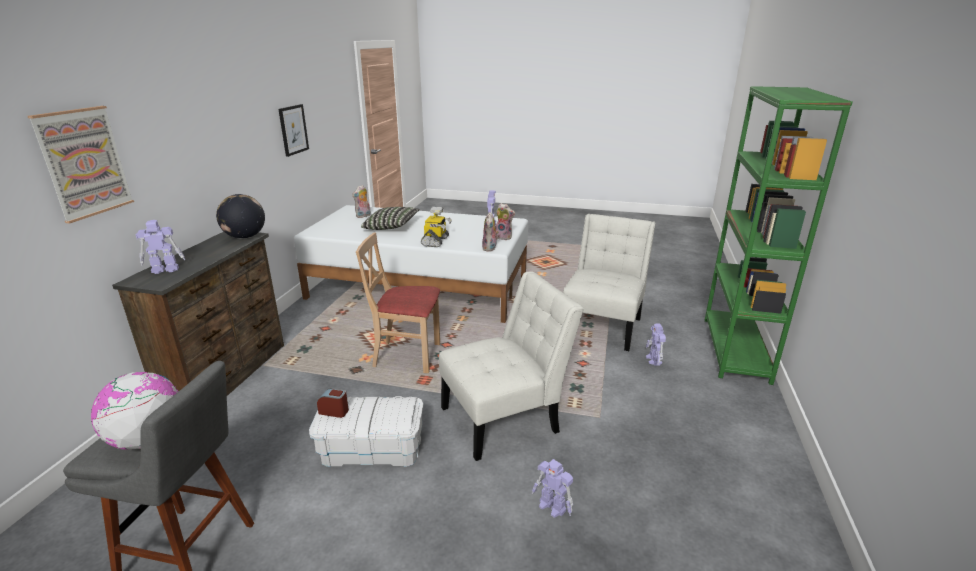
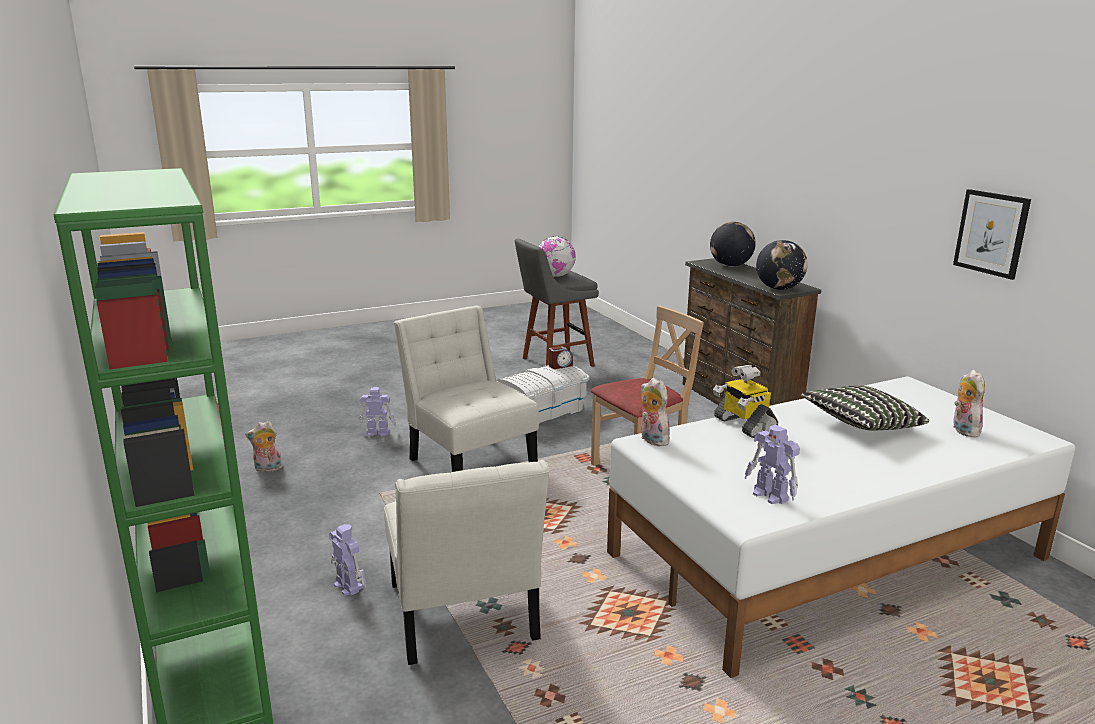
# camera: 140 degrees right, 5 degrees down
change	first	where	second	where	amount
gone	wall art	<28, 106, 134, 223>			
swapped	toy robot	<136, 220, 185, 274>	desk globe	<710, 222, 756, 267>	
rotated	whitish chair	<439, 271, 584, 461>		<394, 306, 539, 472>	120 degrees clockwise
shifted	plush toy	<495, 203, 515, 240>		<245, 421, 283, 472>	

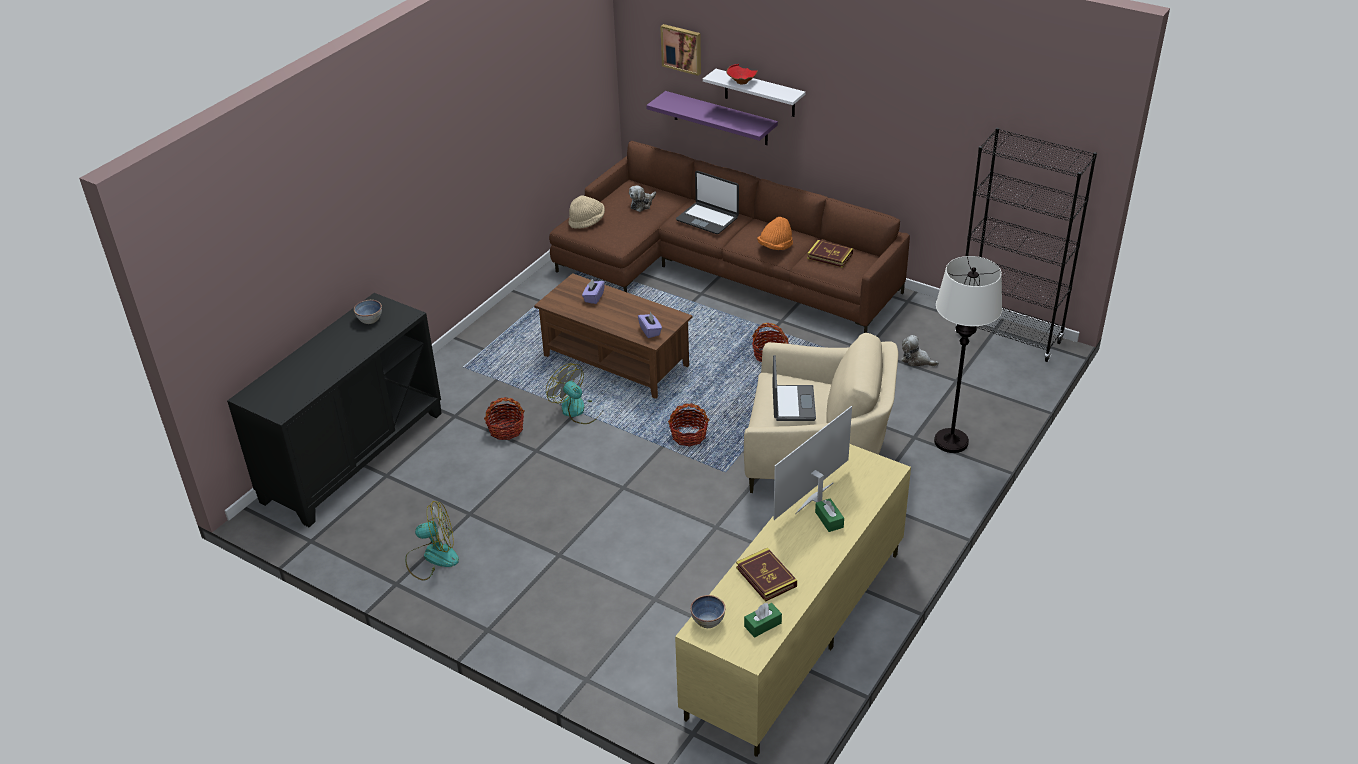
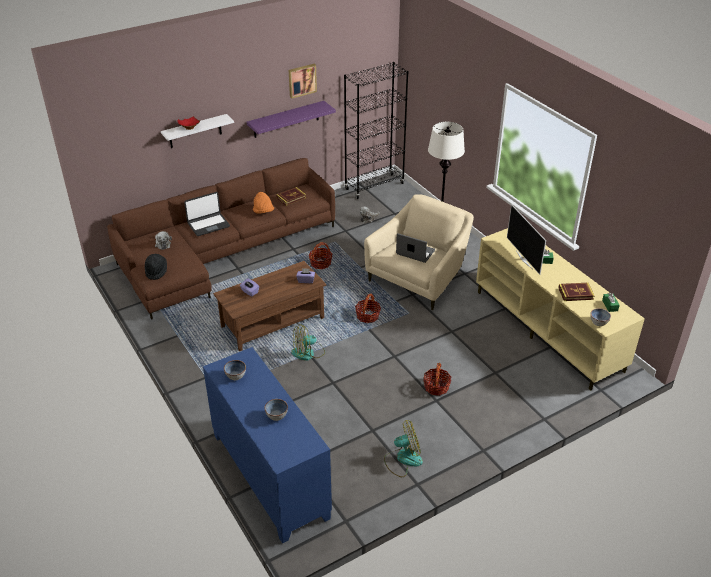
# camera: 65 degrees left, 0 degrees up
change	first	where	second	where	amount
repainted	black-coloured storage cabinet	<227, 293, 442, 527>	blue-coloured storage cabinet	<203, 347, 332, 544>	
rotated	electric fan	<405, 501, 459, 581>		<384, 420, 423, 477>	60 degrees clockwise
shifted	household basket	<484, 397, 525, 440>		<423, 363, 451, 396>	
repainted	beige-coloured clothing hat	<568, 196, 605, 229>	black-coloured clothing hat	<145, 254, 167, 280>	
shifted	purplish bracket shelf	<646, 91, 778, 145>		<247, 101, 336, 138>	
shifted	wall art	<660, 24, 701, 76>		<289, 64, 317, 99>	
new			serving bowl	<265, 399, 288, 421>	

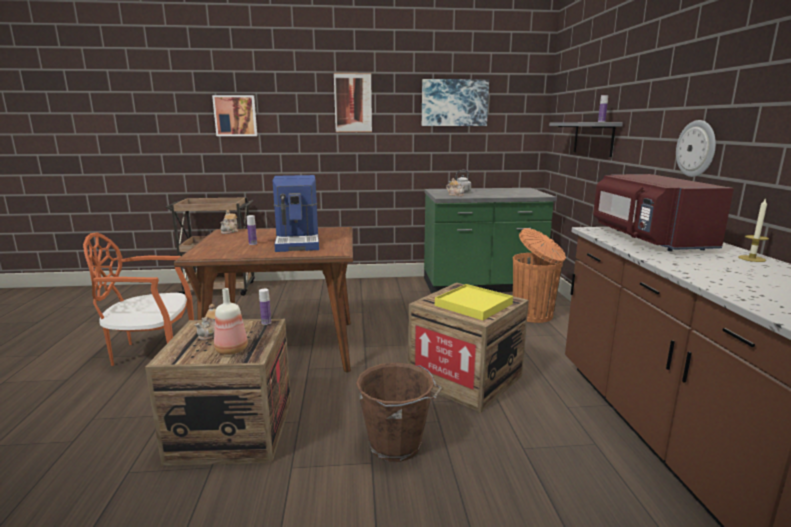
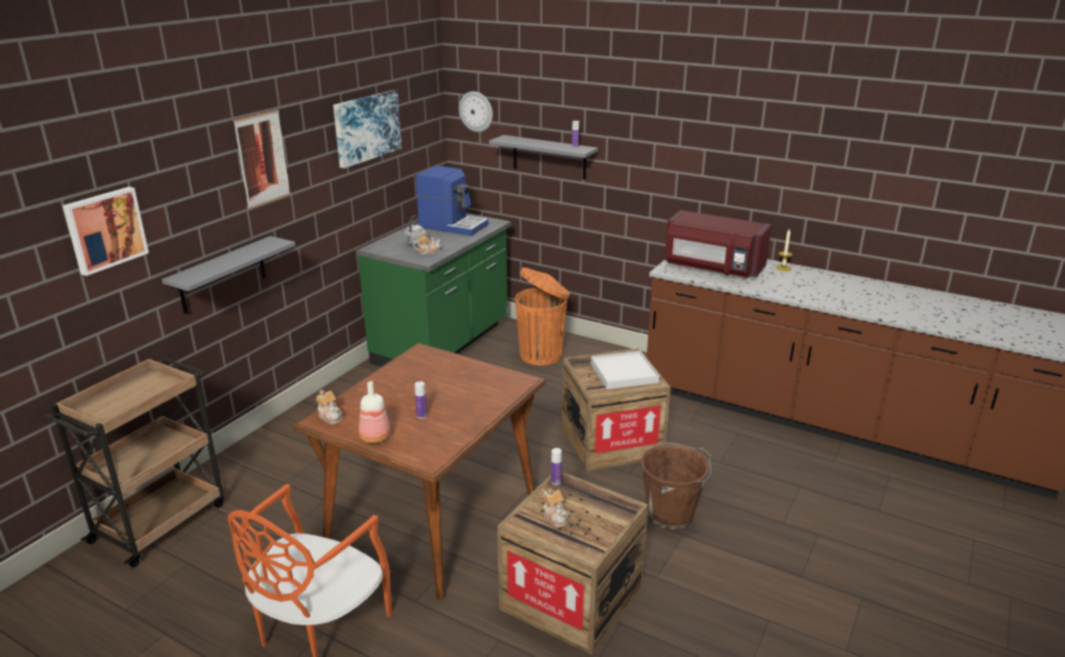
# camera: 55 degrees left, 10 degrees up
change	first	where	second	where	amount
shifted	drink bottle	<214, 288, 248, 355>		<359, 381, 391, 444>	
shifted	coffee machine	<272, 175, 319, 252>		<416, 166, 488, 236>	
repainted	yellowish tray	<435, 284, 513, 320>	whitish tray	<591, 351, 659, 389>	
shifted	wall clock	<676, 120, 716, 177>		<459, 91, 493, 132>	
new			gray bracket shelf	<162, 236, 295, 314>	

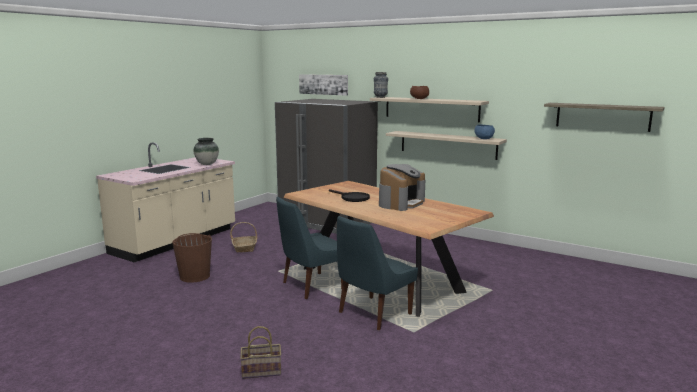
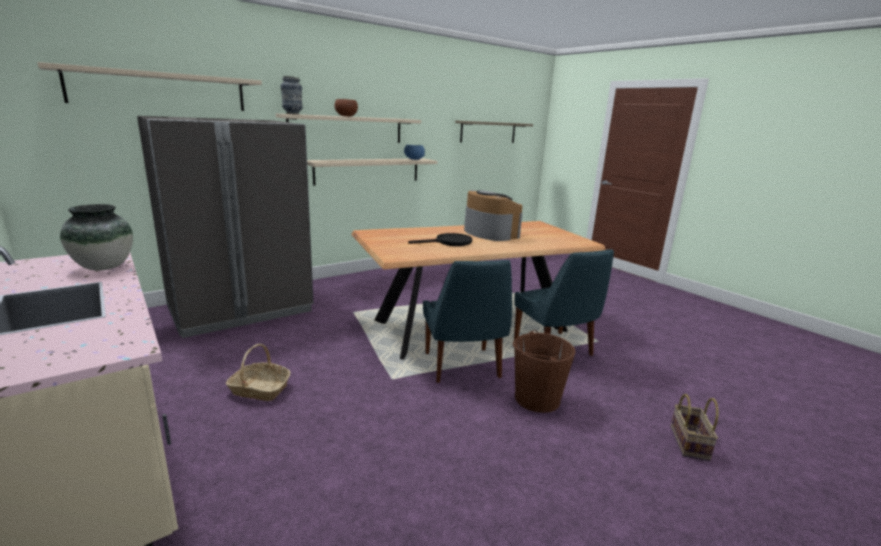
# camera: 70 degrees left, 5 degrees up
change	first	where	second	where	amount
shifted	brown water bucket	<172, 233, 212, 283>		<513, 330, 576, 413>	
swapped	wall art	<299, 74, 348, 96>	beige-coloured bracket shelf	<37, 62, 262, 111>	

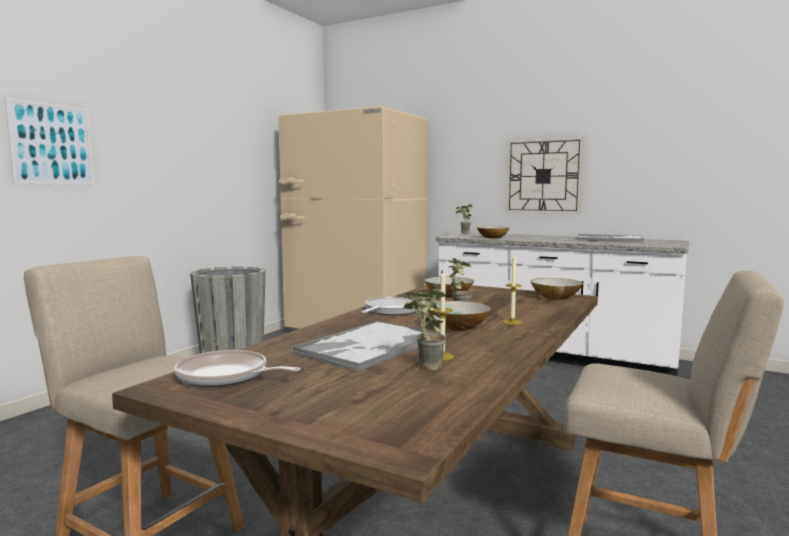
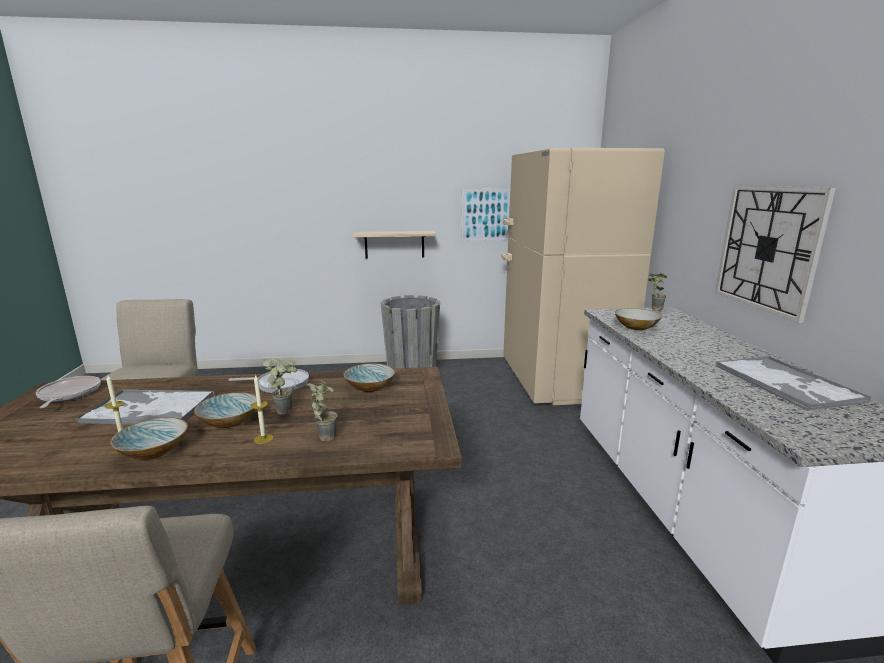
# camera: 55 degrees right, 10 degrees up
change	first	where	second	where	amount
shifted	wall art	<5, 97, 94, 185>		<461, 189, 510, 241>	
shifted	potted plant	<404, 289, 446, 371>		<306, 380, 337, 441>	
shifted	serving bowl	<530, 278, 583, 300>		<110, 417, 188, 460>	
new			bracket shelf	<353, 231, 436, 258>	

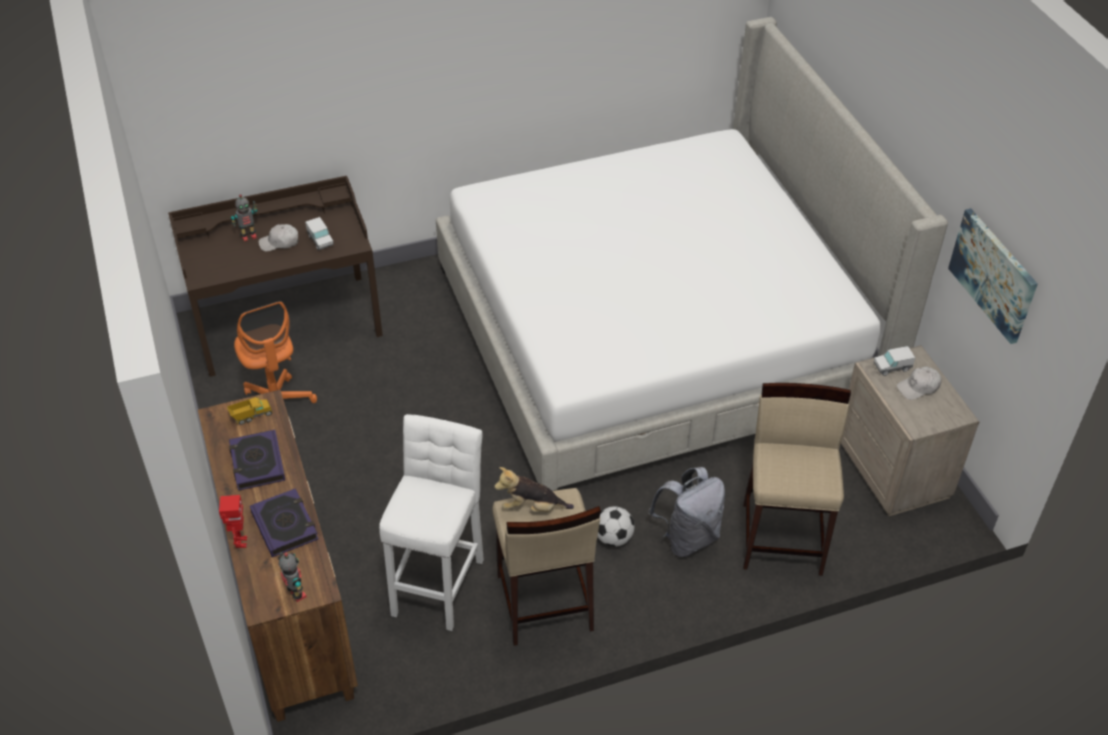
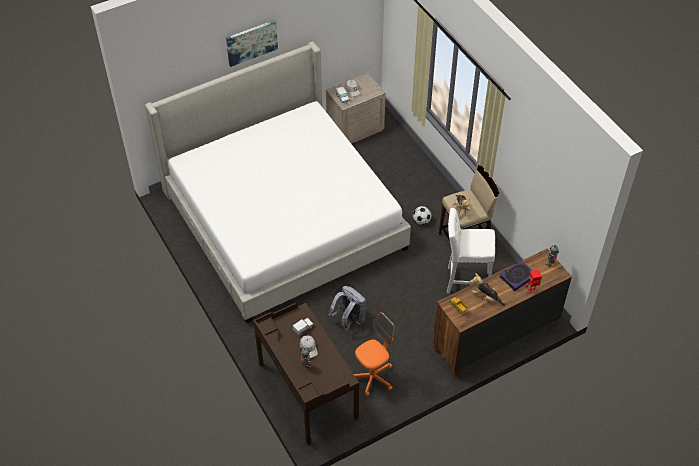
# camera: 100 degrees left, 5 degrees up
change	first	where	second	where	amount
swapped	book	<229, 430, 285, 491>	plush toy	<470, 273, 505, 306>	
shifted	gray backpack	<648, 467, 725, 557>		<328, 286, 366, 331>	
gone	beige-coloured stool	<743, 383, 851, 576>			
shifted	wall art	<948, 208, 1038, 344>		<226, 20, 278, 67>	

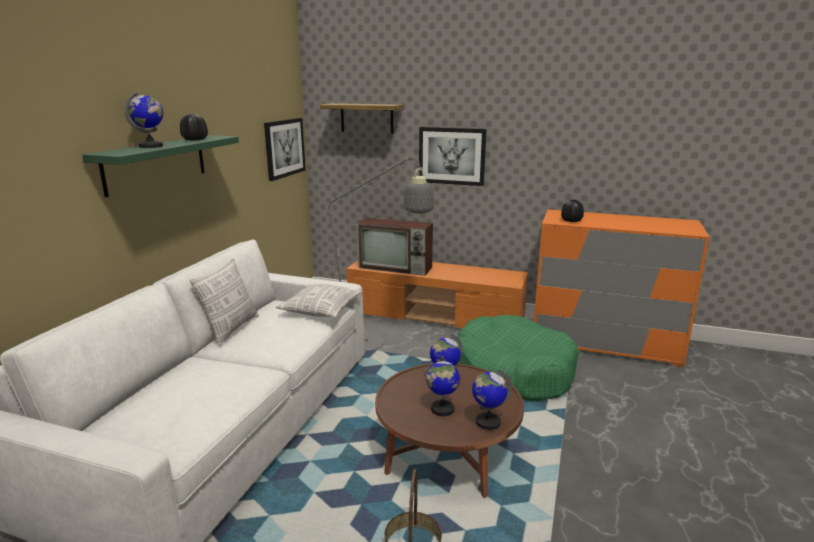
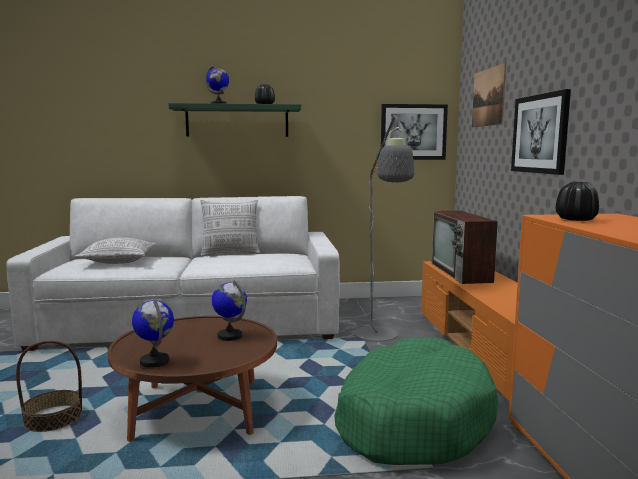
# camera: 65 degrees right, 10 degrees down
change	first	where	second	where	amount
shifted	throw pillow	<276, 284, 362, 317>		<75, 238, 156, 264>	
swapped	bracket shelf	<320, 103, 403, 134>	wall art	<472, 63, 506, 128>	
gone	desk globe	<426, 355, 460, 416>			

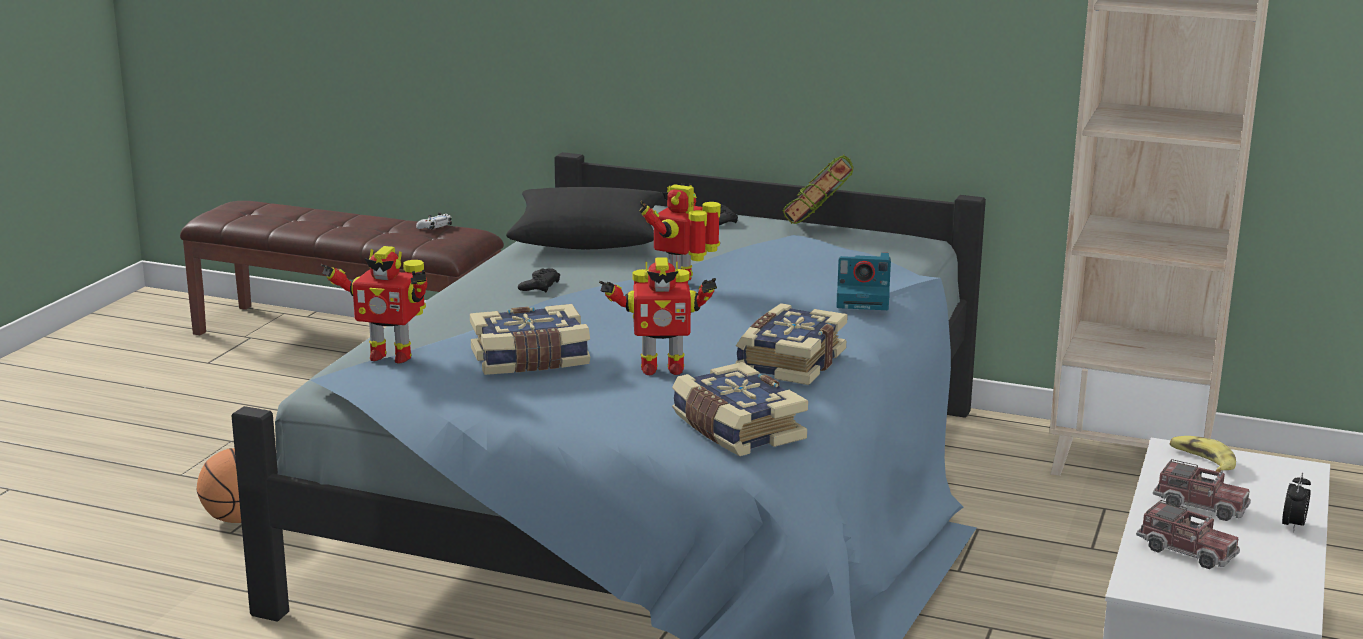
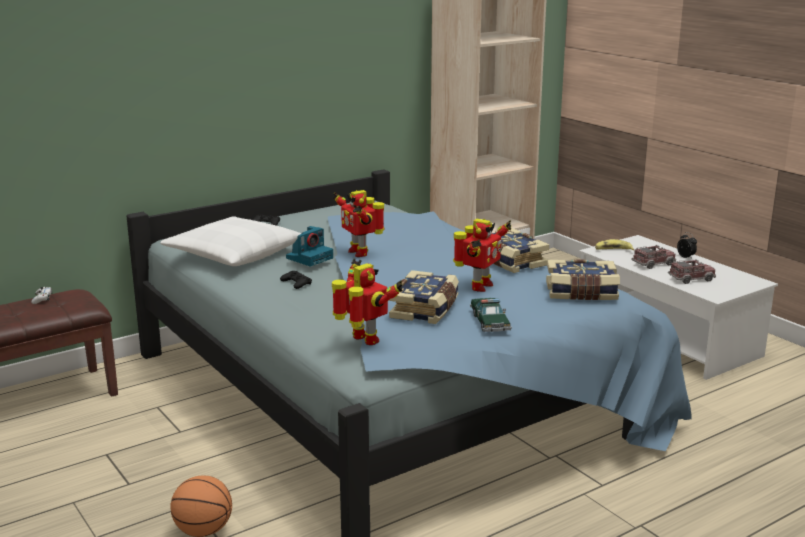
# camera: 55 degrees left, 0 degrees up
change	first	where	second	where	amount
rotated	toy robot	<321, 246, 427, 363>		<332, 259, 403, 345>	90 degrees counterclockwise
repainted	black-coloured throw pillow	<506, 187, 663, 249>	whitish throw pillow	<160, 216, 302, 266>	
gone	book	<782, 155, 853, 224>			
shifted	still camera	<836, 253, 891, 310>		<286, 226, 333, 266>	
new			miniature car	<470, 298, 512, 332>	

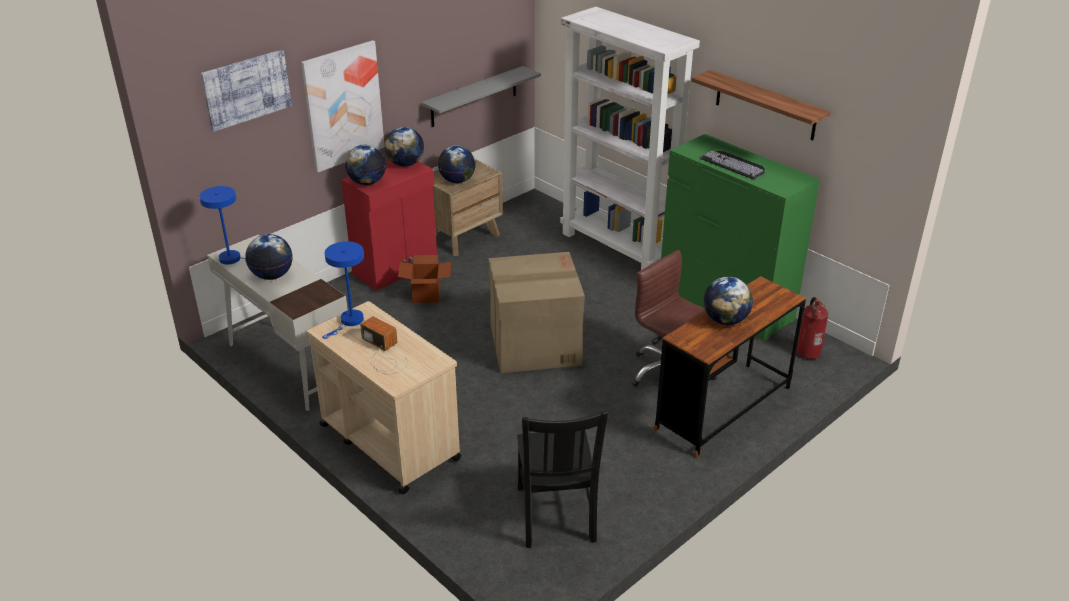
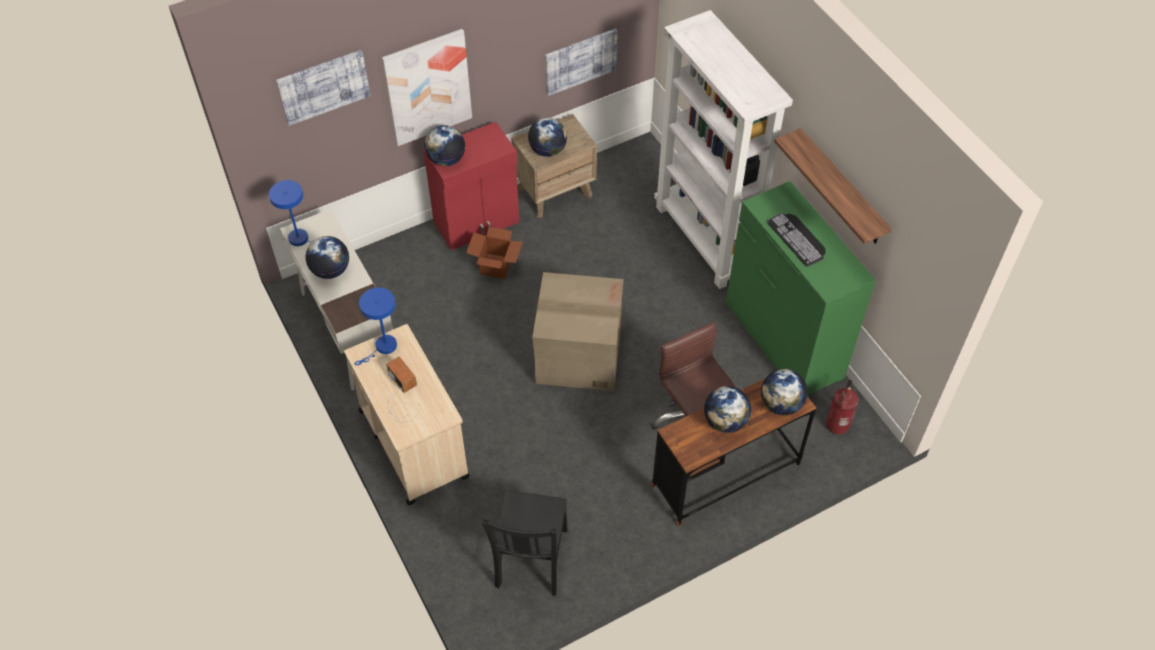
# camera: 15 degrees right, 20 degrees up
change	first	where	second	where	amount
shifted	desk globe	<385, 127, 424, 167>		<761, 369, 808, 415>	
swapped	gray bracket shelf	<421, 66, 541, 127>	wall art	<545, 28, 617, 96>	

